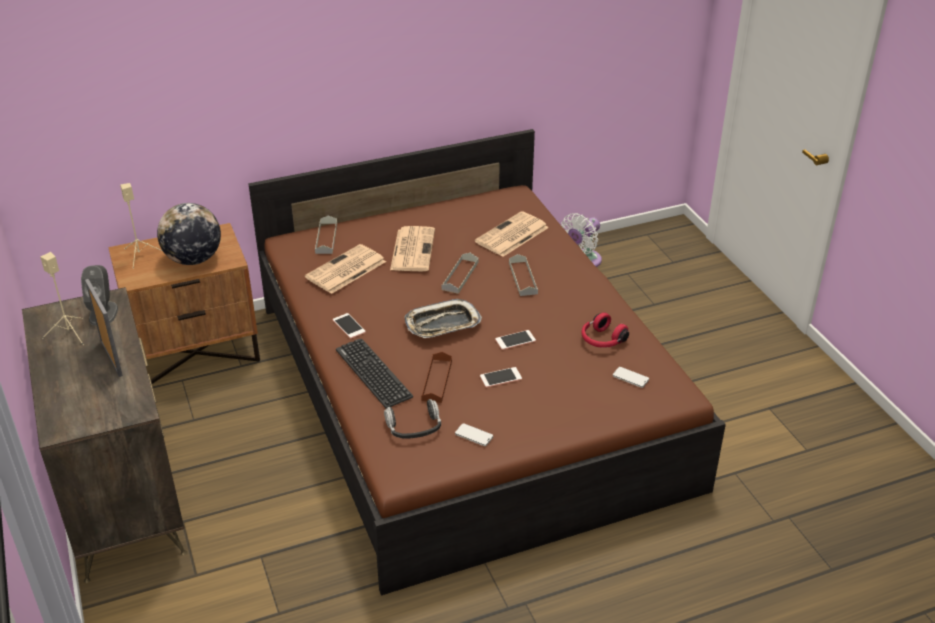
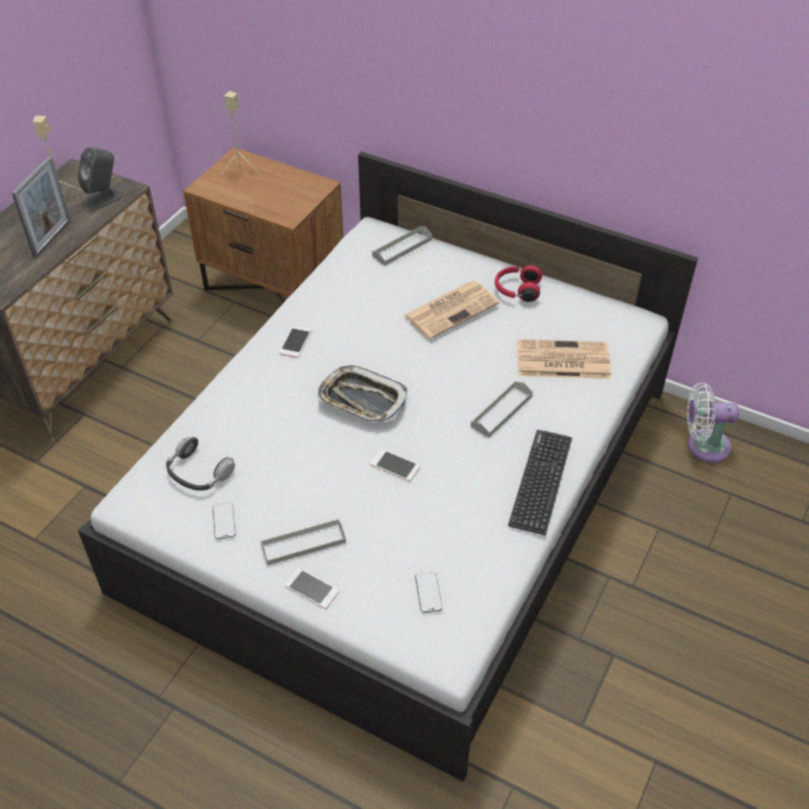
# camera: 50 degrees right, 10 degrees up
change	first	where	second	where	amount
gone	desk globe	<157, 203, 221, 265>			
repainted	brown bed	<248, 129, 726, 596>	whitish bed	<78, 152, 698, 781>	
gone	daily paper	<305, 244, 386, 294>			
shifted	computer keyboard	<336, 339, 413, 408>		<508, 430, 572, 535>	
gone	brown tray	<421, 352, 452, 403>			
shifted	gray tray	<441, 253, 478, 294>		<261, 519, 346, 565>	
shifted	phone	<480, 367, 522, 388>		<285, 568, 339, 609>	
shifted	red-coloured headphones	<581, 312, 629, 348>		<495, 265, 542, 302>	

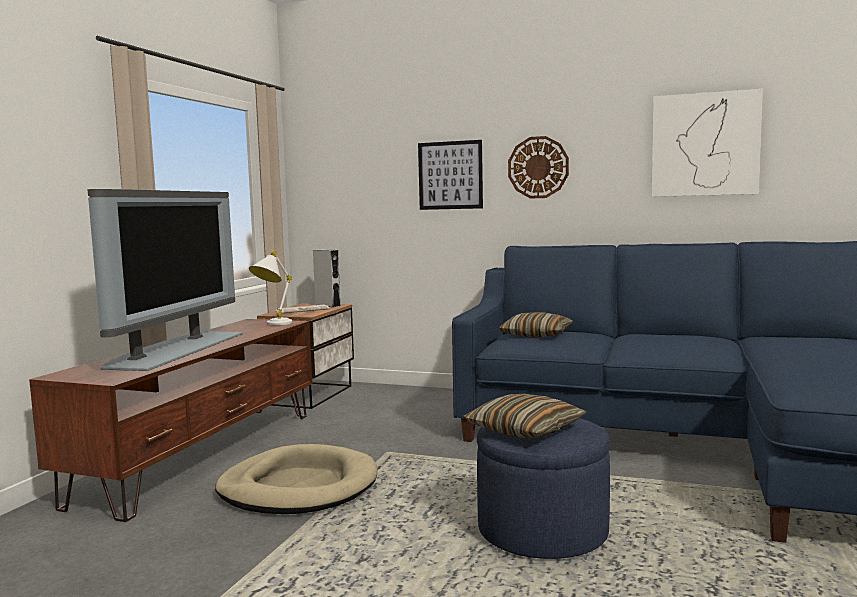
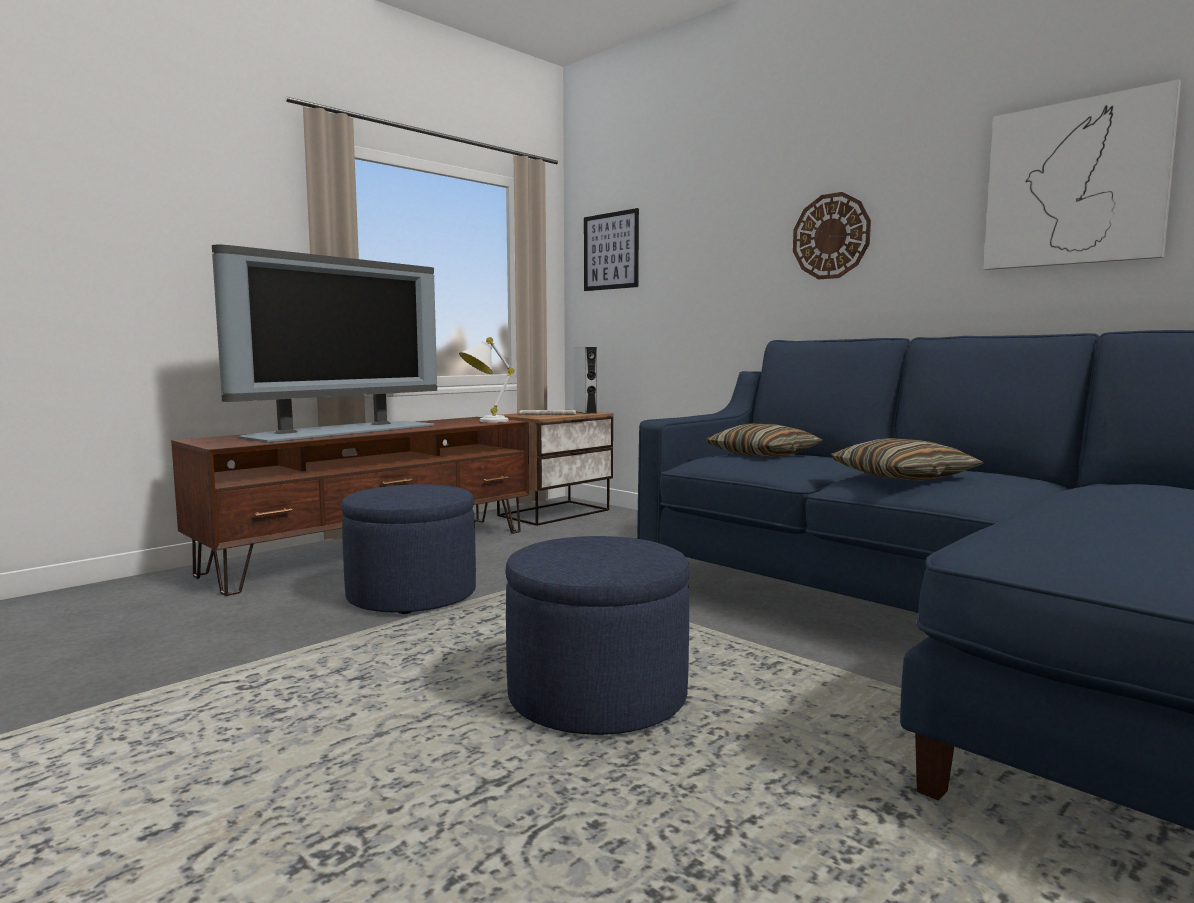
# camera: 25 degrees right, 0 degrees up
change	first	where	second	where	amount
swapped	beige-coloured pet bed	<215, 444, 377, 514>	blue-coloured pouffe	<341, 484, 476, 614>	
shifted	wall art	<418, 140, 483, 210>		<584, 208, 639, 291>	
shifted	throw pillow	<464, 394, 587, 438>		<831, 438, 984, 480>	

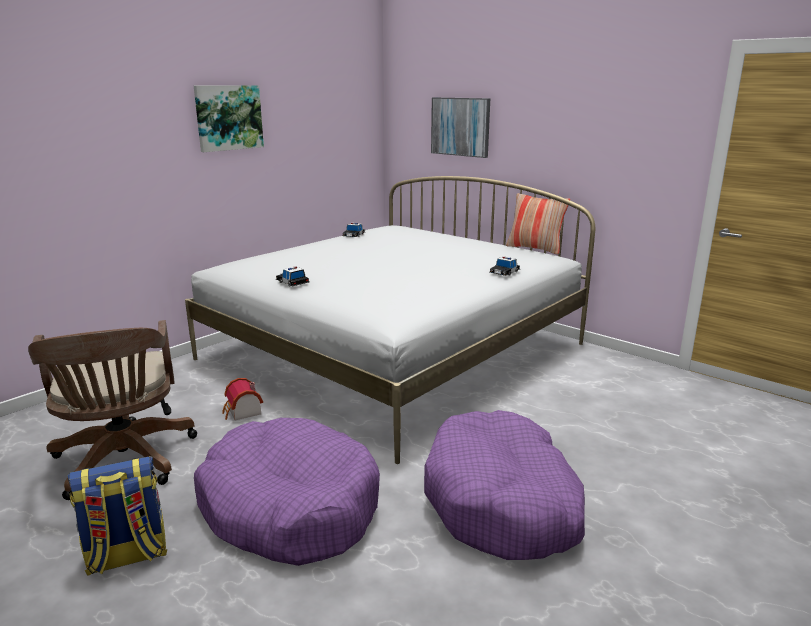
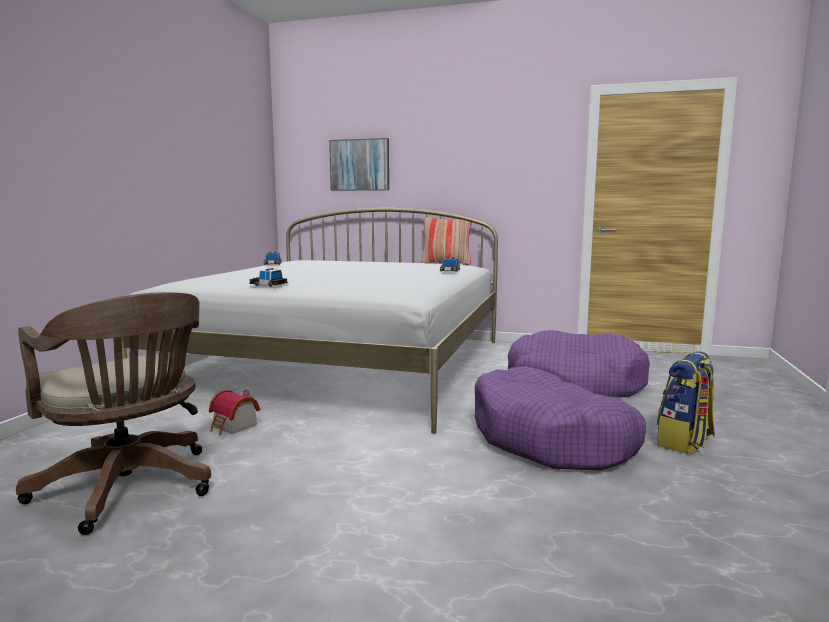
# camera: 25 degrees left, 10 degrees down
change	first	where	second	where	amount
shifted	backpack	<68, 456, 167, 576>		<657, 351, 715, 454>	
gone	wall art	<194, 85, 264, 152>			
shifted	purplish pet bed	<194, 418, 380, 566>		<508, 330, 650, 397>	

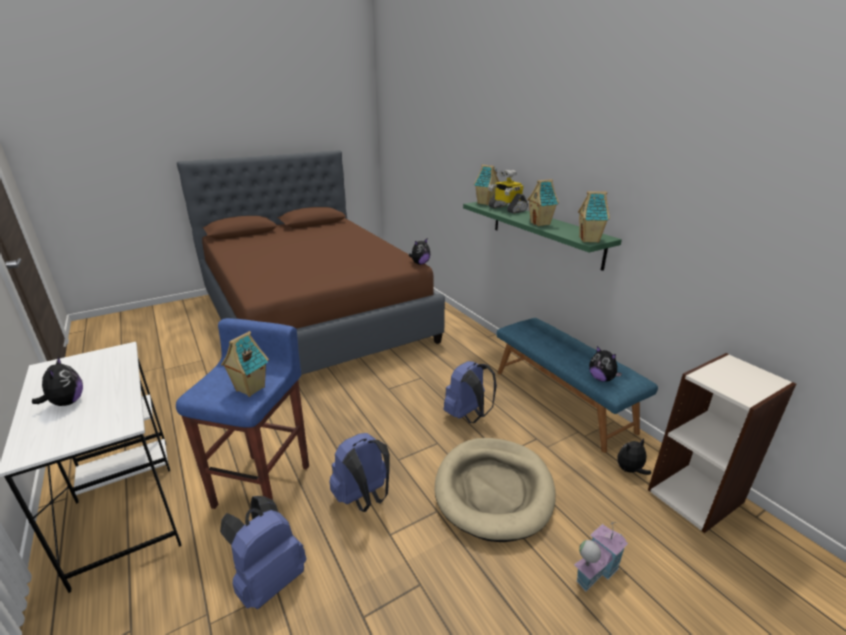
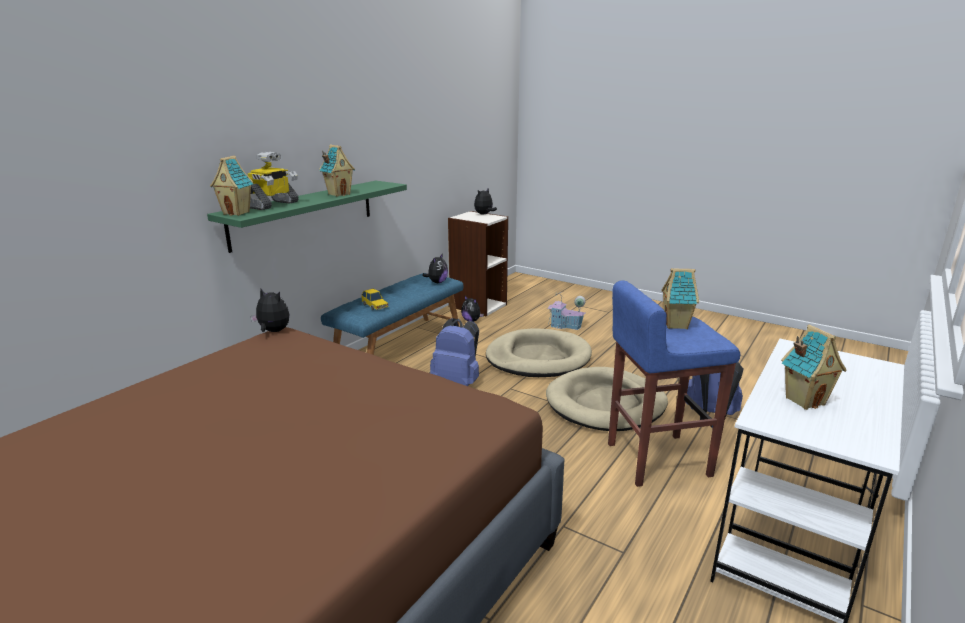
# camera: 115 degrees left, 5 degrees down
change	first	where	second	where	amount
shifted	plush toy	<32, 356, 83, 406>		<474, 188, 497, 215>	
swapped	blue-coloured backpack	<330, 433, 389, 512>	beige-coloured pet bed	<546, 367, 668, 431>	
shifted	model house	<578, 191, 610, 243>		<781, 325, 847, 410>	
new			miniature car	<361, 289, 389, 310>	

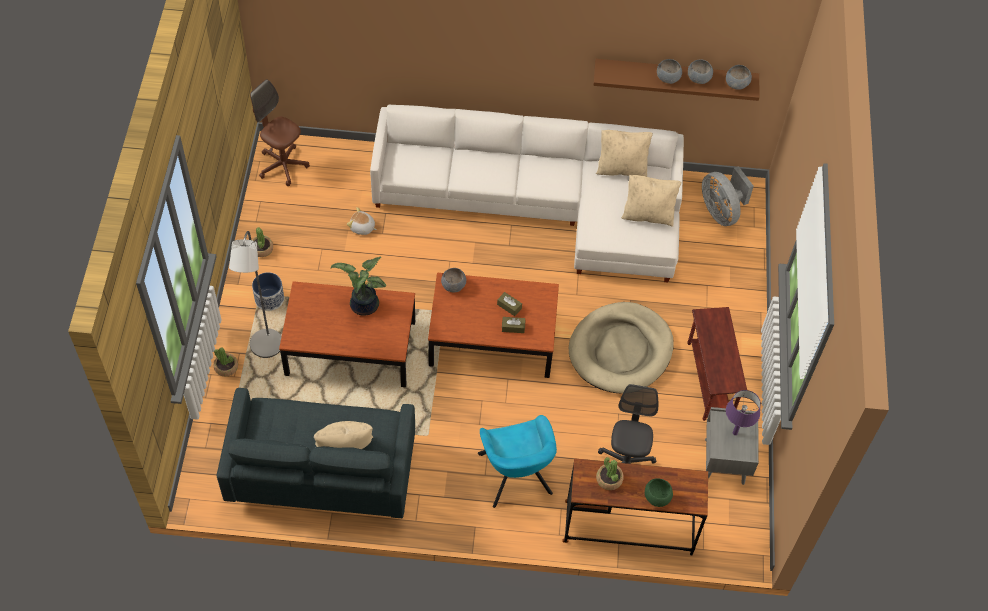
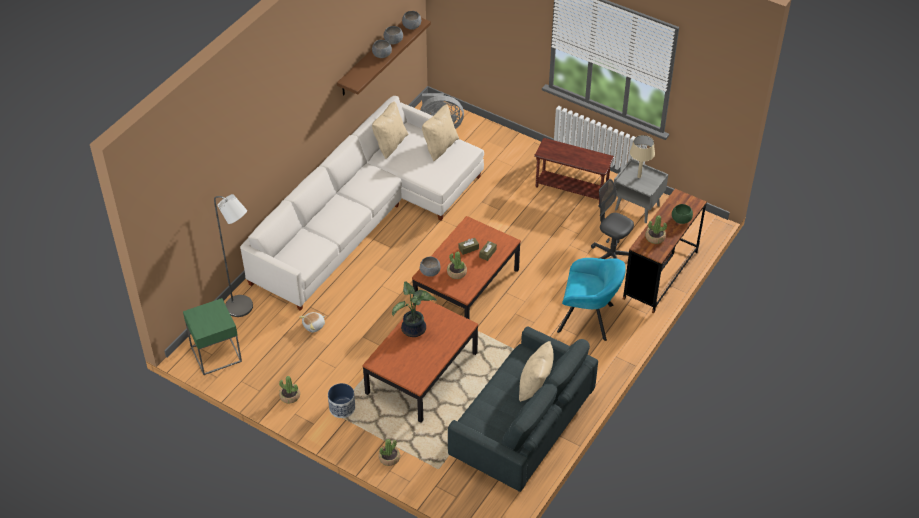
# camera: 60 degrees left, 10 degrees down
change	first	where	second	where	amount
shifted	gray floor lamp	<229, 231, 282, 358>		<214, 194, 253, 317>	
swapped	brown office chair	<250, 79, 310, 186>	greenish side table	<183, 298, 242, 375>	
gone	beige-coloured pet bed	<569, 302, 674, 393>			
repainted	purplish lamp for a table	<726, 390, 761, 435>	beige-coloured lamp for a table	<630, 135, 655, 178>	
new			potted plant	<447, 252, 467, 279>	

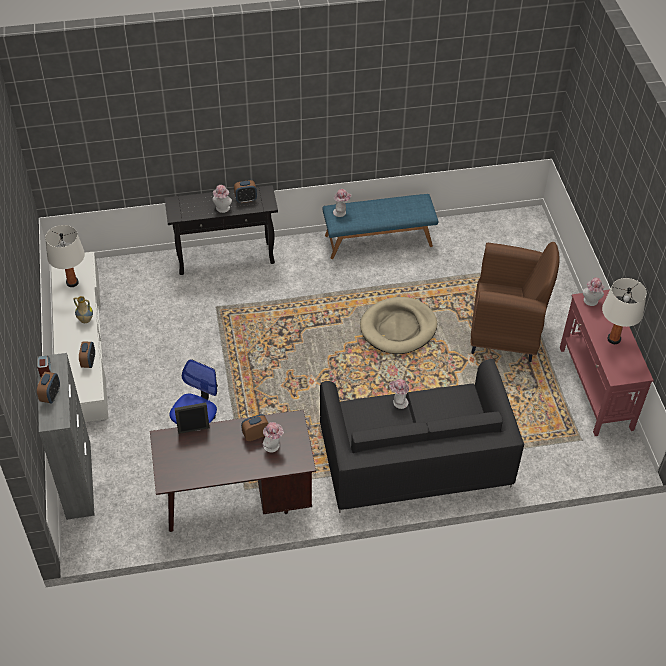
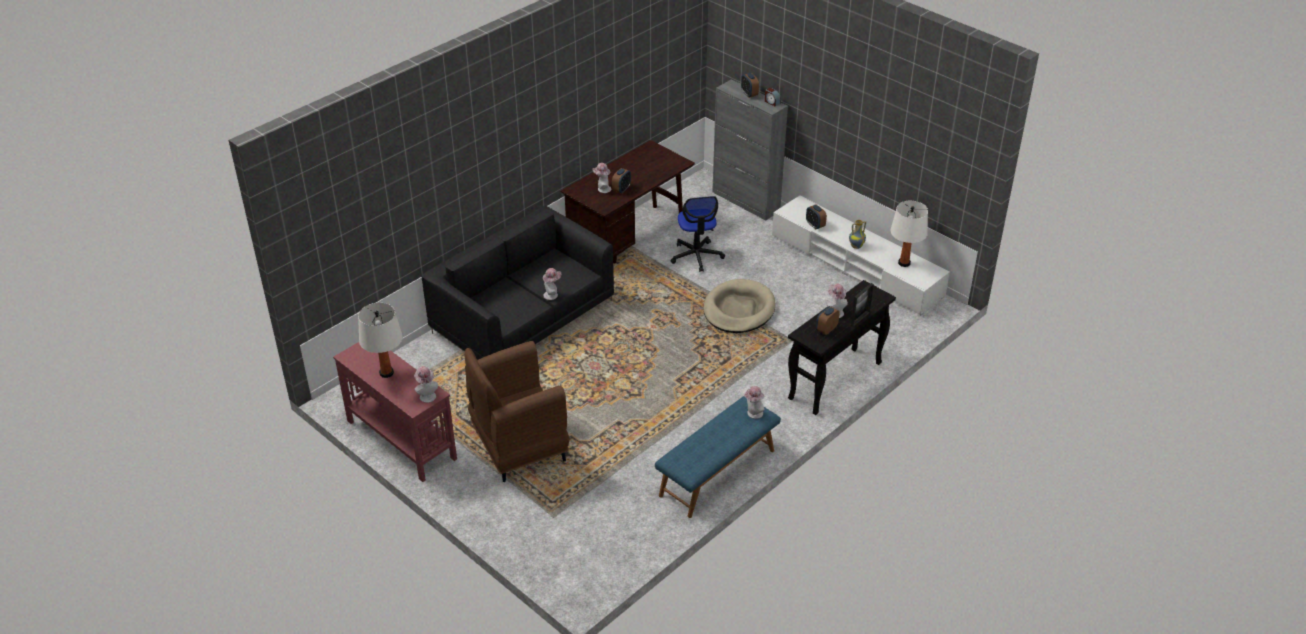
# camera: 145 degrees right, 10 degrees down
change	first	where	second	where	amount
shifted	photo frame	<174, 402, 209, 434>		<851, 283, 874, 327>	
shifted	beige-coloured pet bed	<360, 297, 437, 354>		<703, 279, 776, 333>	

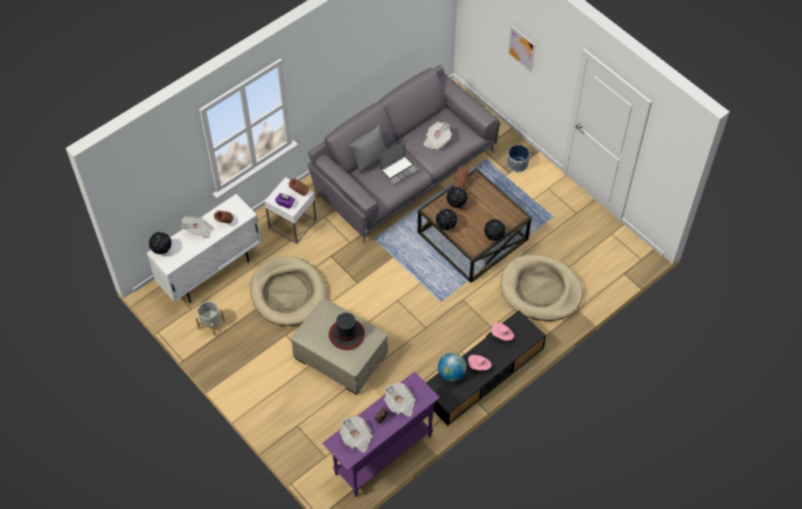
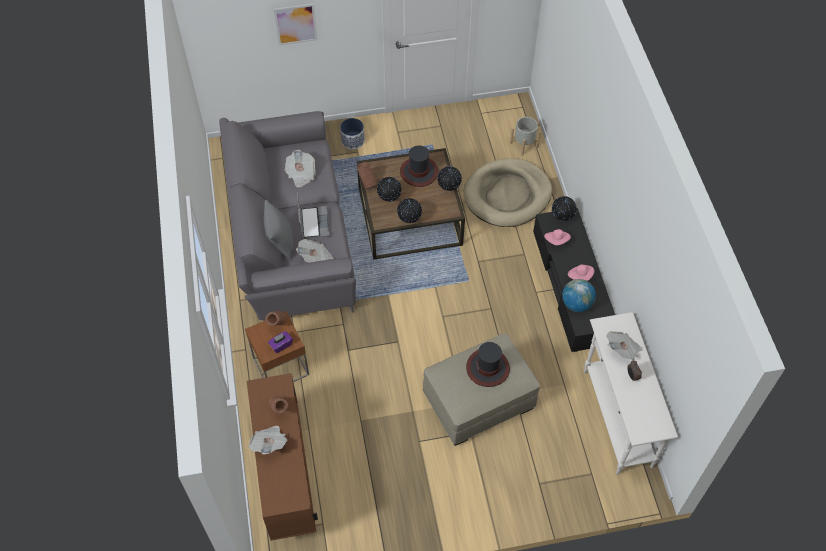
# camera: 60 degrees left, 0 degrees up
change	first	where	second	where	amount
repainted	whitish storage cabinet	<147, 194, 261, 303>	brown storage cabinet	<247, 373, 318, 541>	
shifted	desk globe	<149, 232, 172, 254>		<552, 196, 577, 221>	
shifted	gray plant pot	<195, 301, 225, 336>		<510, 117, 541, 156>	
gone	beige-coloured pet bed	<250, 256, 327, 326>			
repainted	whitish side table	<265, 177, 316, 244>	brown side table	<245, 312, 309, 382>	
repainted	purplish hall table	<323, 372, 440, 497>	whitish hall table	<584, 312, 678, 474>	
shifted	daily paper	<340, 416, 373, 452>		<296, 239, 333, 263>	
new			clothing hat	<400, 146, 438, 187>	

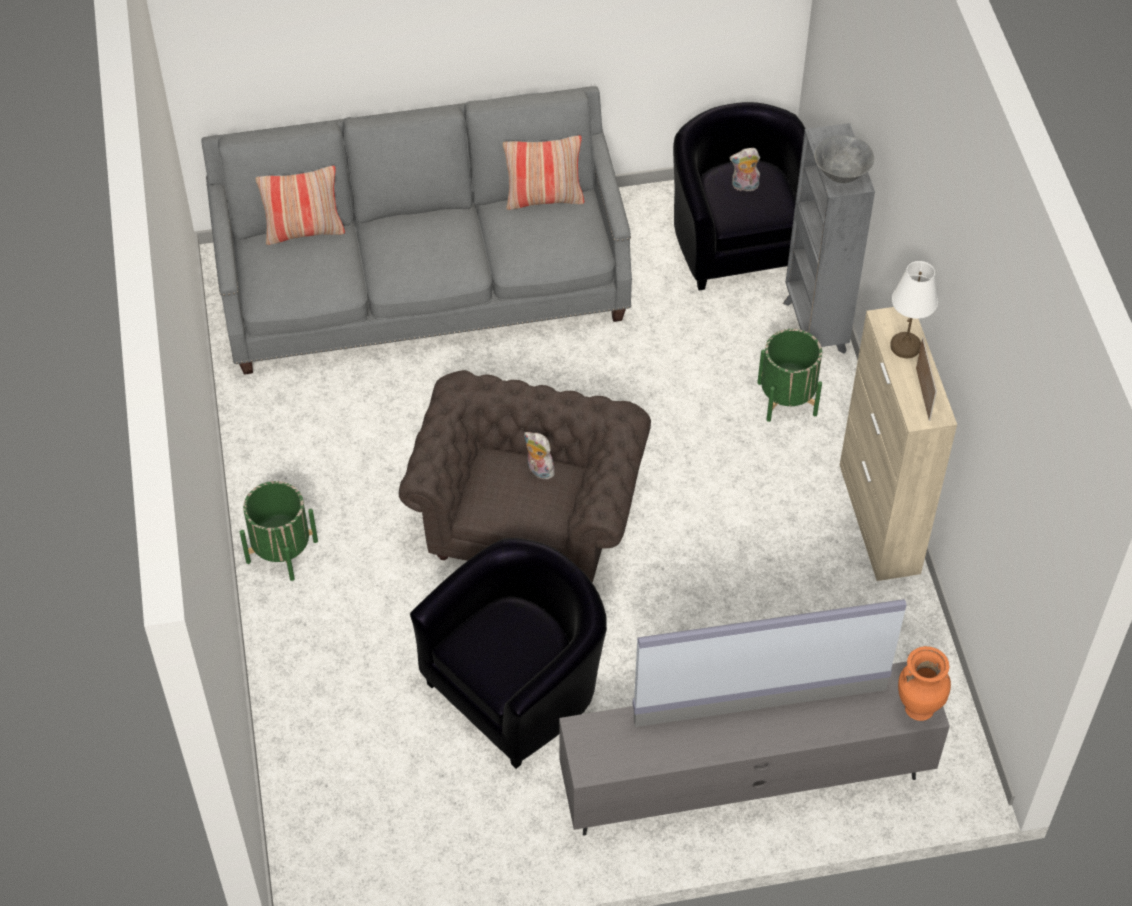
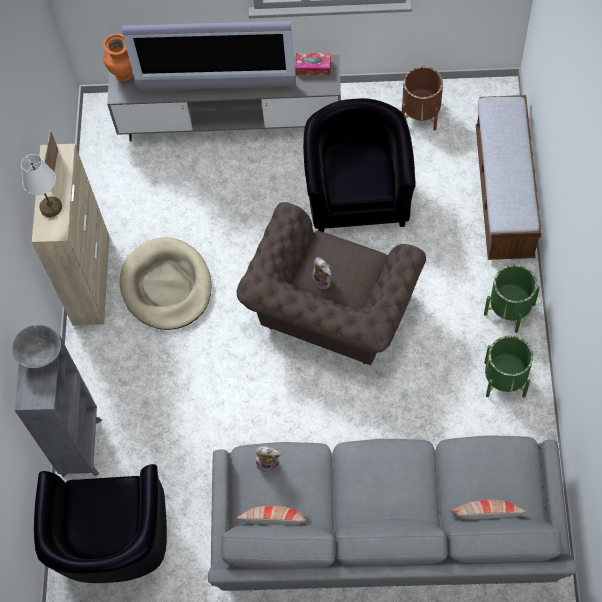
# camera: 165 degrees left, 10 degrees up
change	first	where	second	where	amount
rotated	black-coloured armchair	<410, 538, 607, 769>		<303, 98, 416, 232>	120 degrees clockwise
shifted	plush toy	<730, 148, 760, 191>		<255, 446, 282, 473>	
shifted	greenish plant pot	<757, 329, 822, 422>		<484, 336, 533, 398>	
new			beige-coloured pet bed	<120, 237, 212, 330>	
new			tissue box	<295, 53, 331, 75>	
new			brown plant pot	<402, 66, 443, 130>	
new			long seat	<476, 95, 542, 260>	

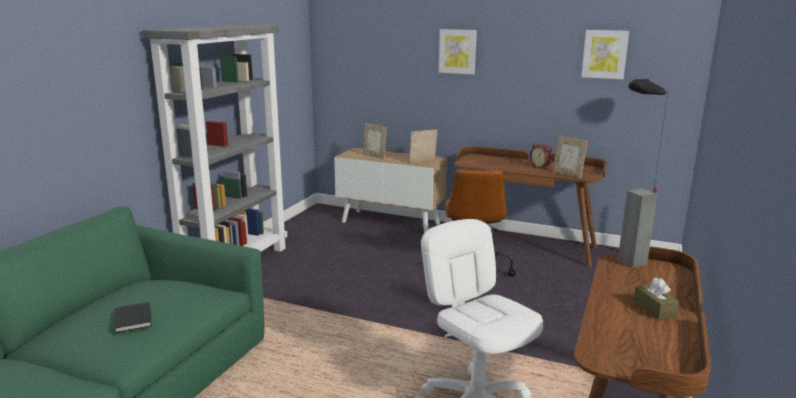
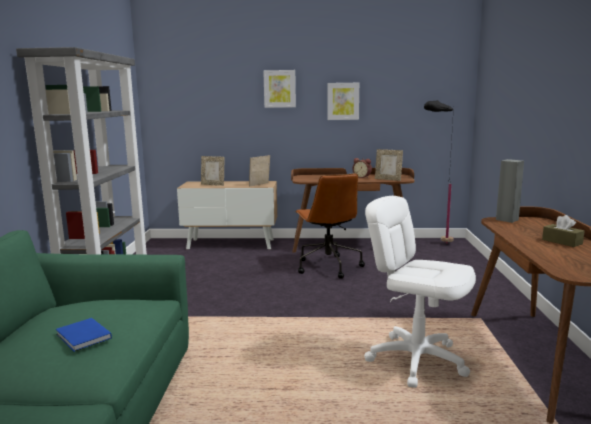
# camera: 20 degrees left, 5 degrees down
change	first	where	second	where	amount
repainted	black-coloured book	<114, 302, 152, 333>	blue-coloured book	<56, 318, 112, 352>	
shifted	wall art	<581, 30, 629, 79>		<327, 83, 359, 120>	

